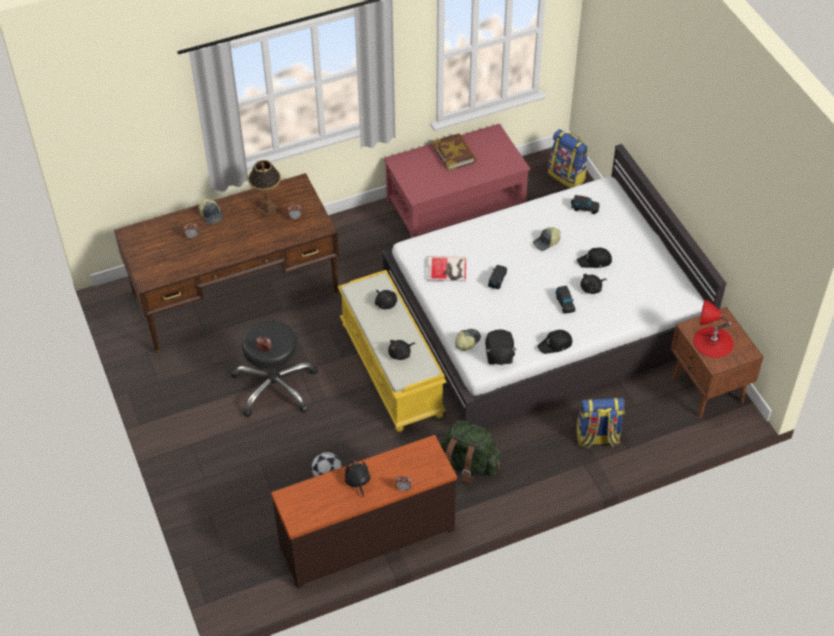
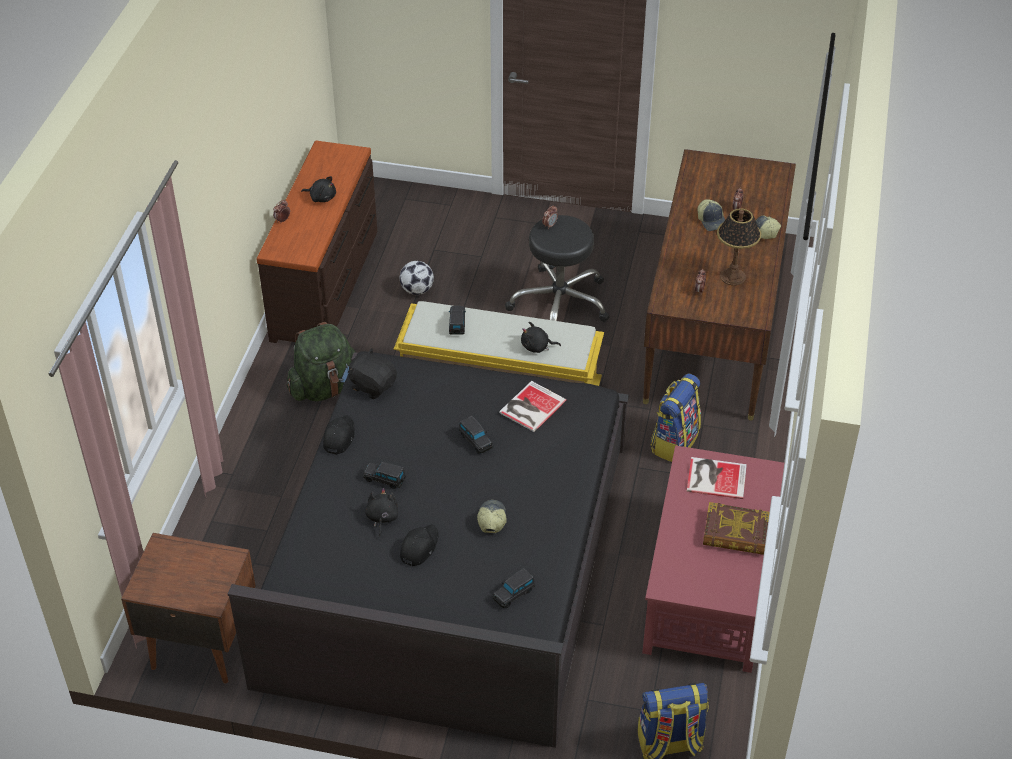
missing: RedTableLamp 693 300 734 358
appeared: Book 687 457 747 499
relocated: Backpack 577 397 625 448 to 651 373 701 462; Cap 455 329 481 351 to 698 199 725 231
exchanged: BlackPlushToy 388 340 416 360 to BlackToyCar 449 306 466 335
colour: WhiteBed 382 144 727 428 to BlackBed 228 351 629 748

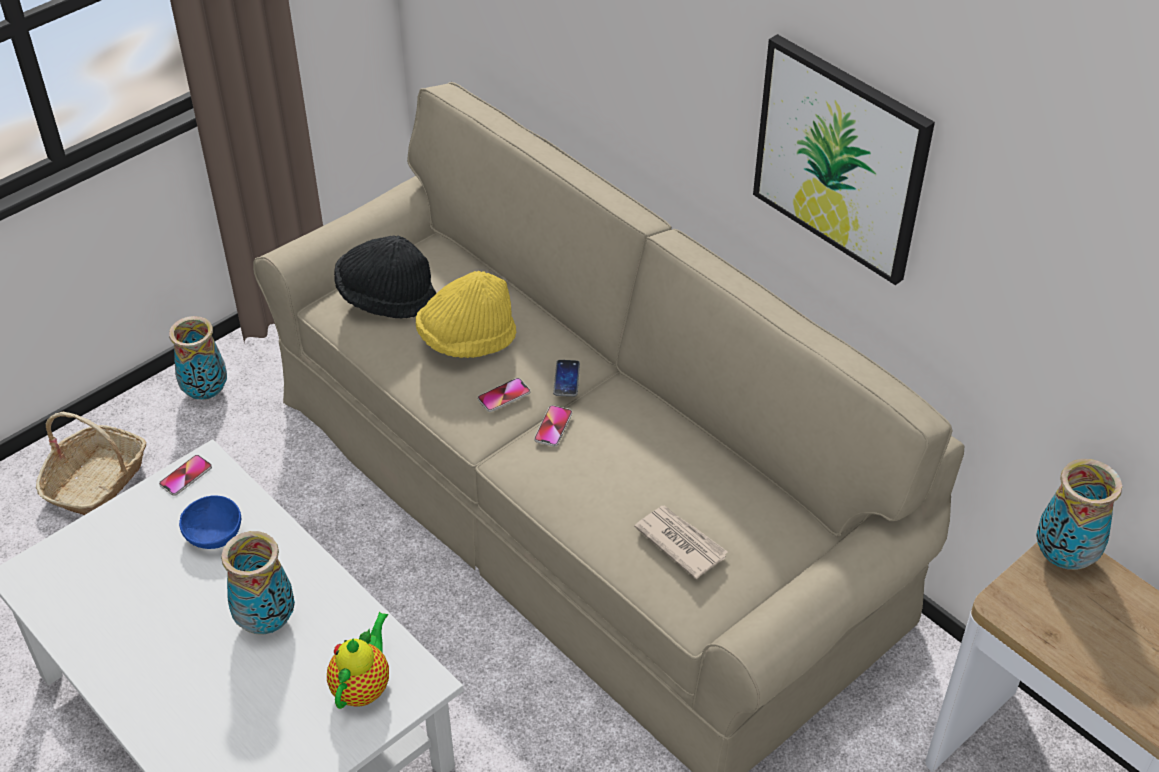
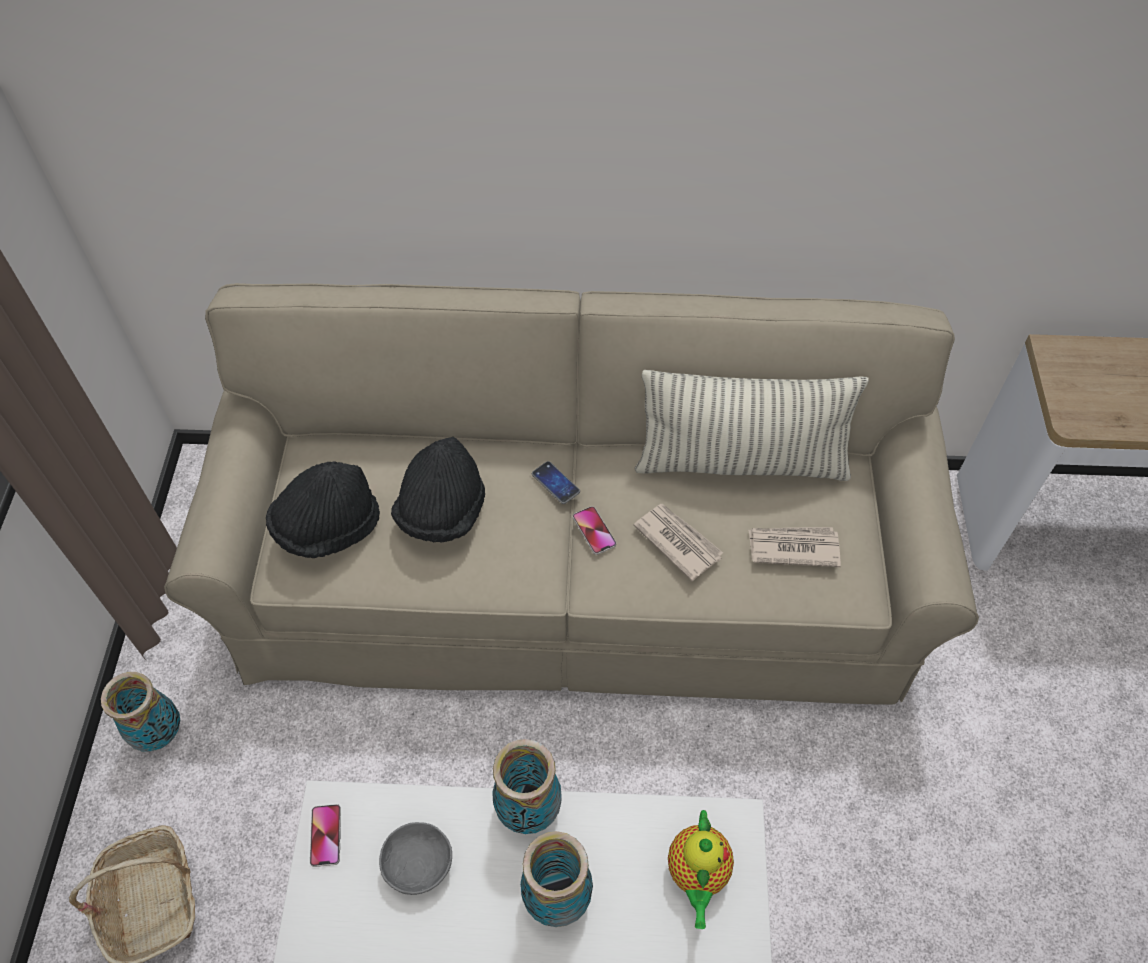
missing: Phone 478 378 530 412; Picture 753 34 935 285
appeared: Newspaper 633 504 723 581; Pillow 634 370 869 481
relocated: Vase 1036 459 1122 570 to 492 739 562 834
colour: BlueBowl 179 495 241 549 to GreyBowl 379 822 452 895; YellowHat 416 271 516 358 to BlackHat 391 437 485 543
spun: Teapot 327 612 389 709 = 668 810 734 929 150 degrees counterclockwise

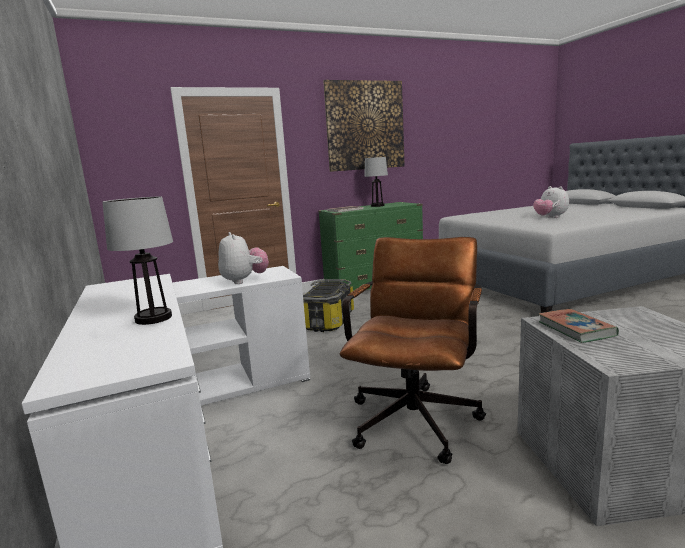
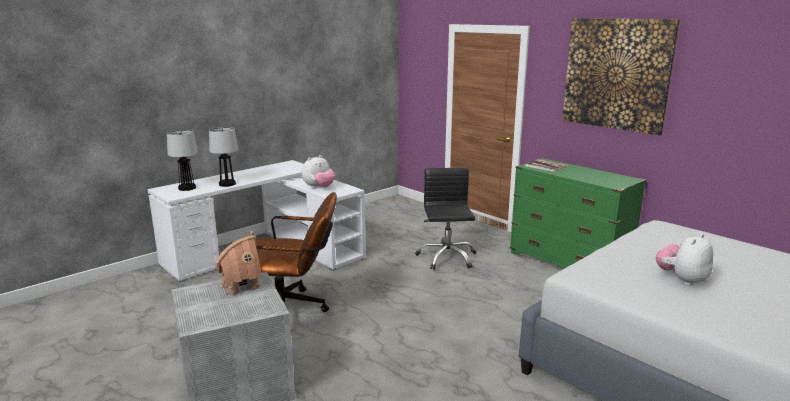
relocated: TableLamp 364 157 388 207 to 167 130 198 191
exchanged: Book 539 309 619 343 to ToyHouse 216 231 262 296; StorageBox 303 279 354 332 to BlackOfficeChair 415 168 476 270

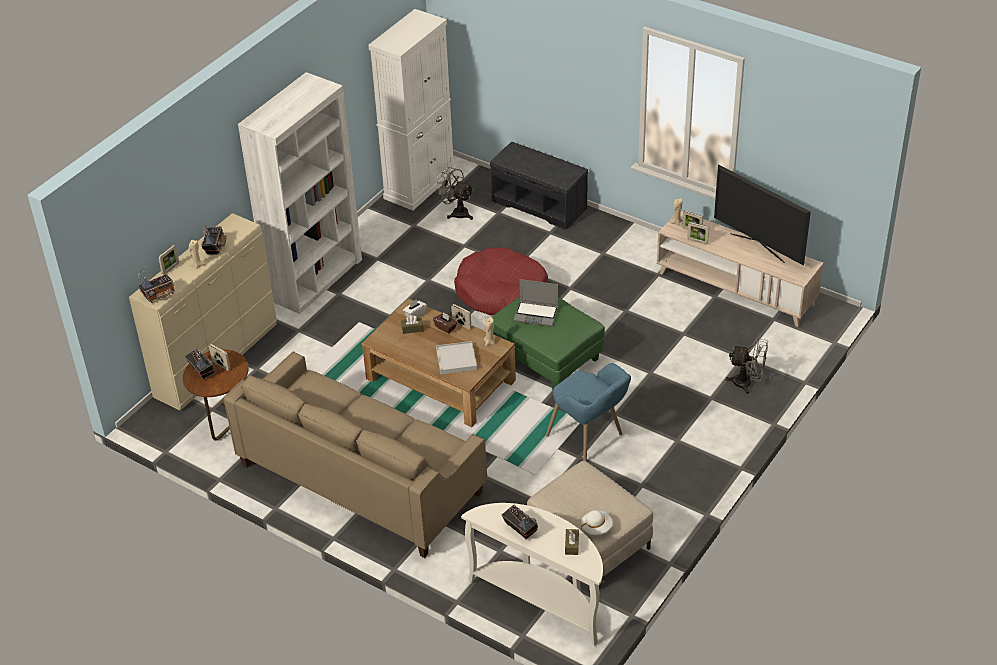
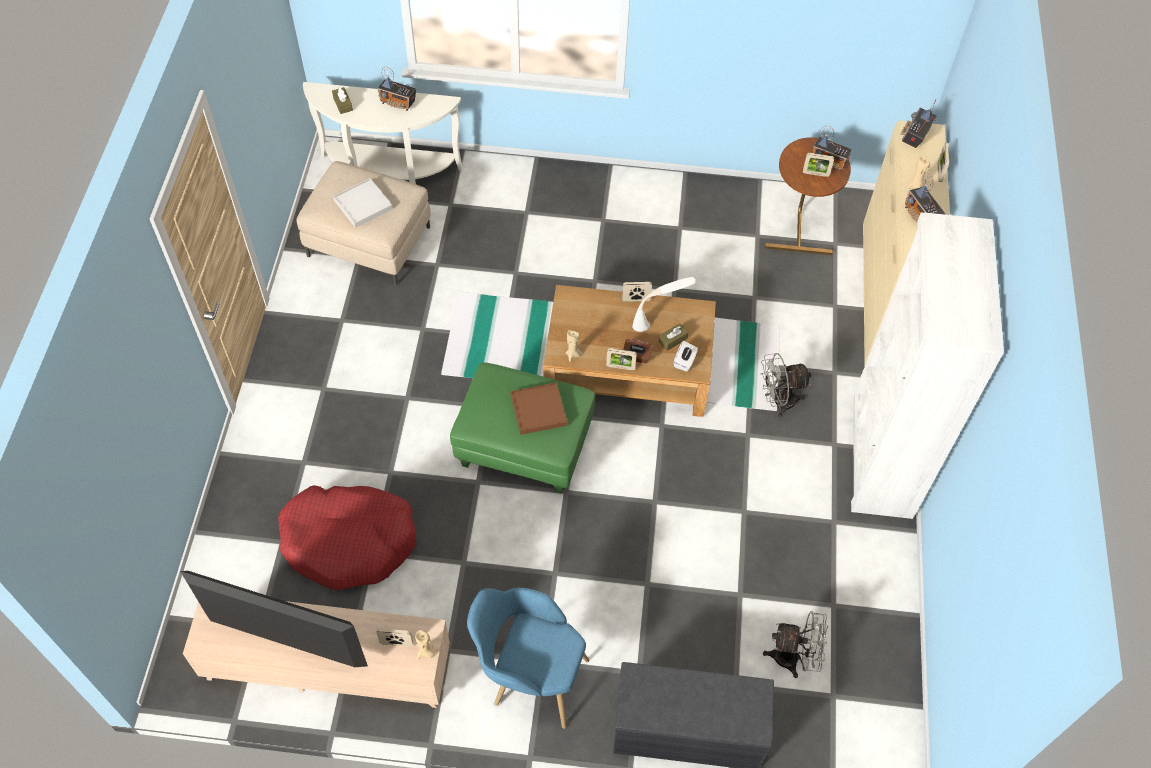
missing: BeigeSofa 224 352 487 558; WhiteCabinet 368 9 455 210; WhiteHat 581 510 612 535
appeared: WhiteTableLamp 632 277 696 332
relocated: RedDogBed 454 248 548 316 to 278 485 416 590; WhiteTray 436 341 477 374 to 333 178 393 228; BlueArmchair 546 363 631 462 to 467 588 589 729; PictureFrame 687 222 709 244 to 622 282 652 302; GreyFan 726 338 768 394 to 761 353 811 418
exchanged: Laptop 514 279 558 327 to BrownTray 510 383 567 435

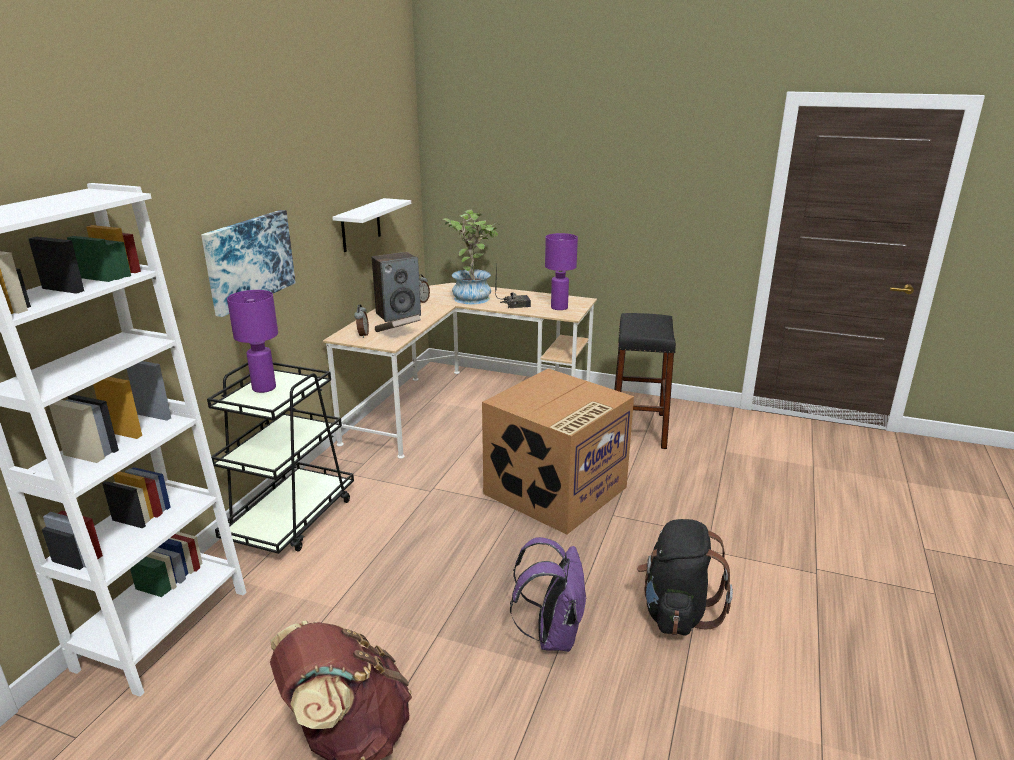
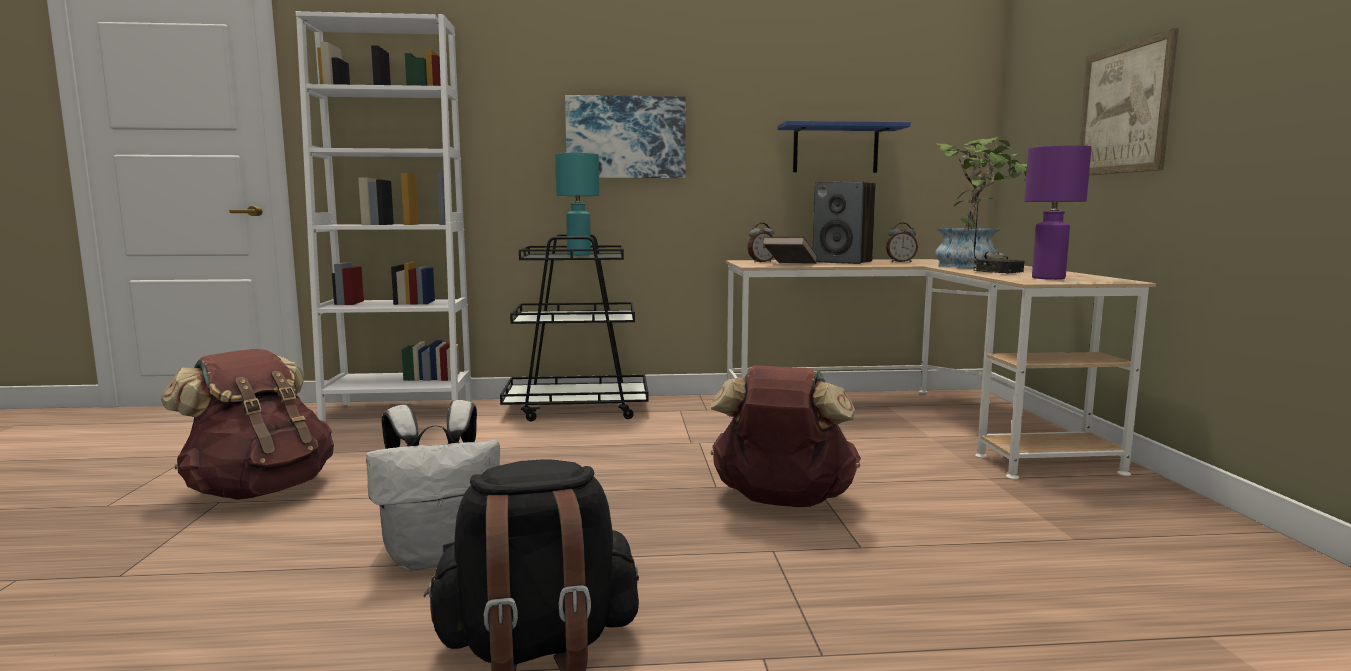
missing: BlackStool 614 313 676 449
appeared: Picture 1079 28 1179 175
exchanged: CardboardBox 482 368 634 535 to BrownBackpack 711 365 861 507
colour: PurpleBackpack 510 537 587 652 to WhiteBackpack 366 400 500 571; PurpleTableLamp 227 290 278 393 to TurquoiseTableLamp 555 153 599 256; WhiteShelf 332 198 411 252 to BlueShelf 777 121 911 173

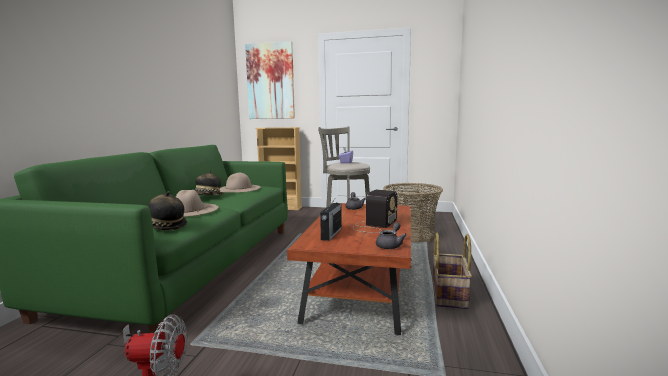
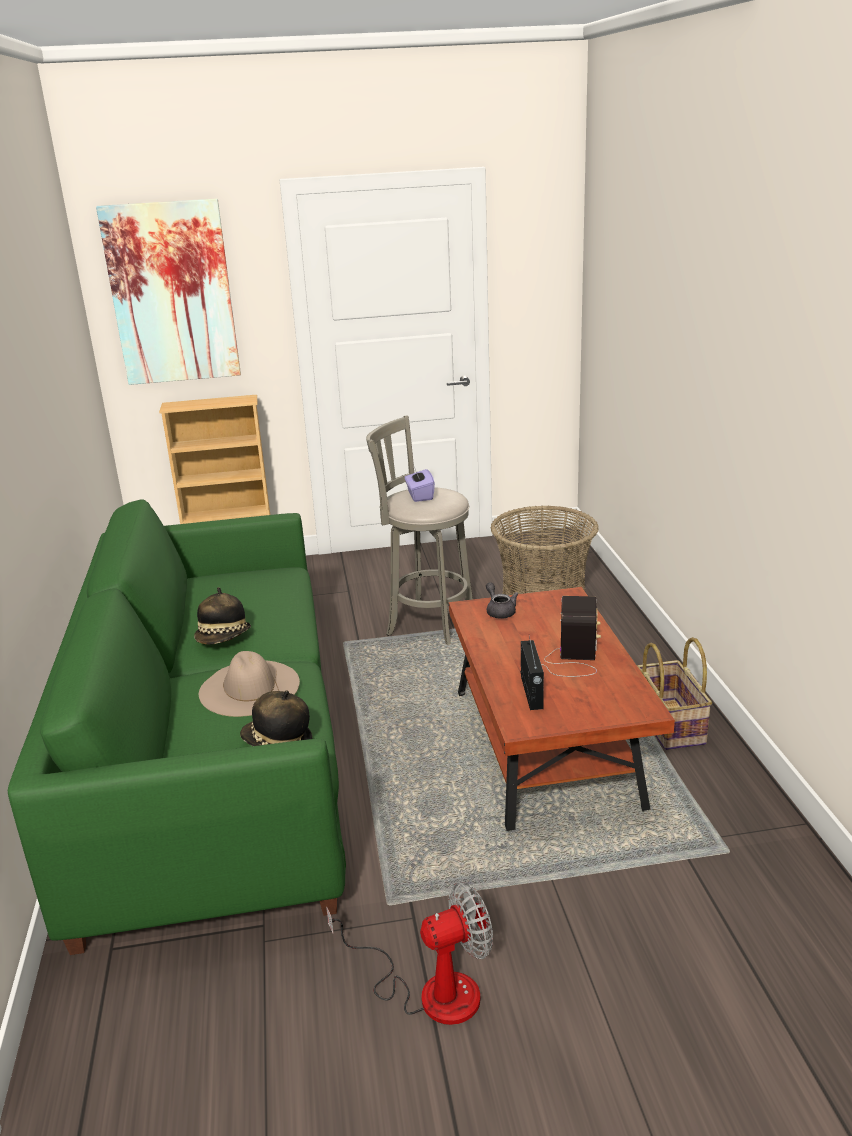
missing: BeigeHat 220 173 261 193; GreyTeapot 376 222 407 249

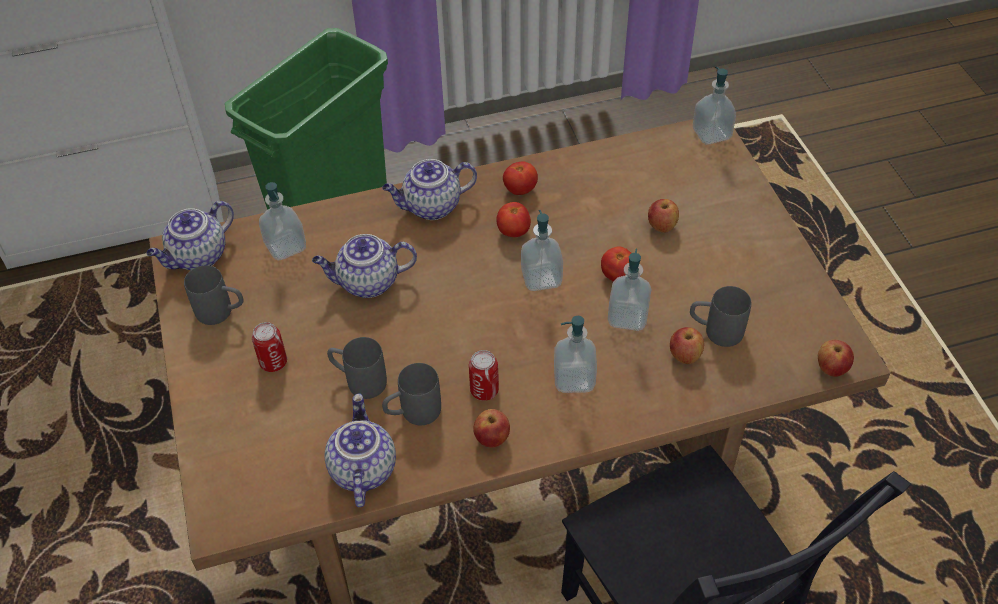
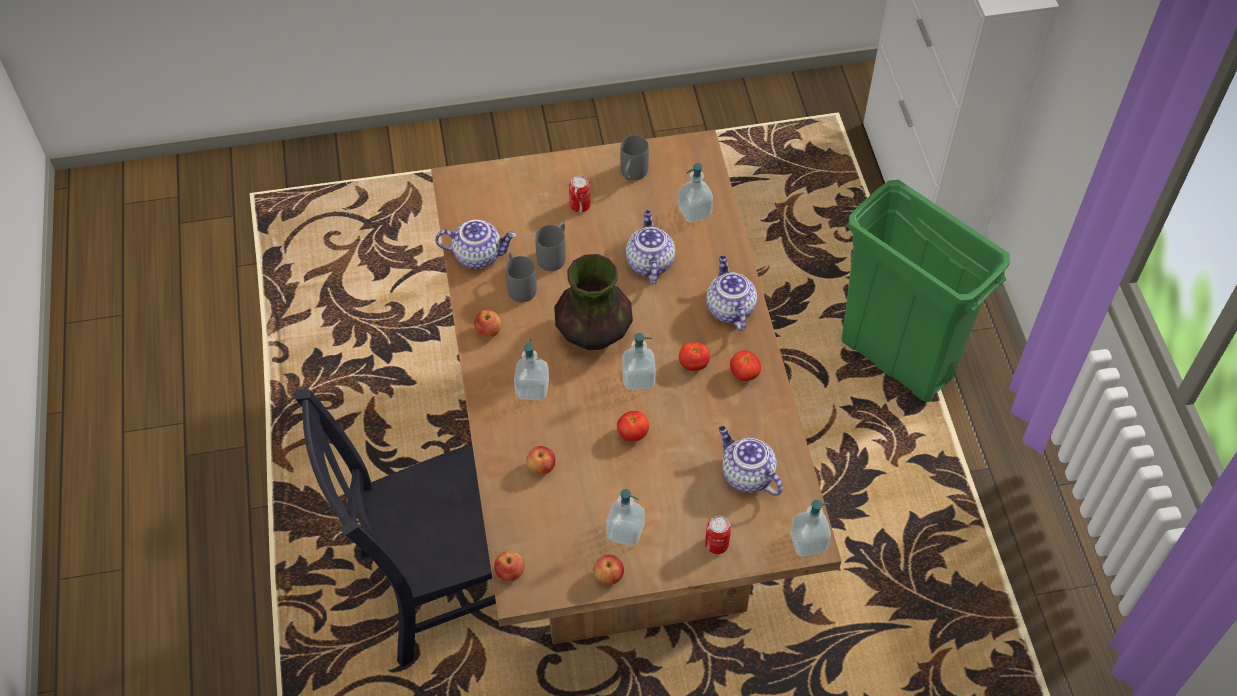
missing: GreyMug 690 286 751 347
appeared: Vase 554 254 633 350
relocated: Apple 648 199 679 233 to 594 554 624 585; SoapDispenser 608 249 651 331 to 606 489 645 547; Can 469 350 499 401 to 705 516 731 554; Teapot 147 201 234 270 to 718 426 783 496

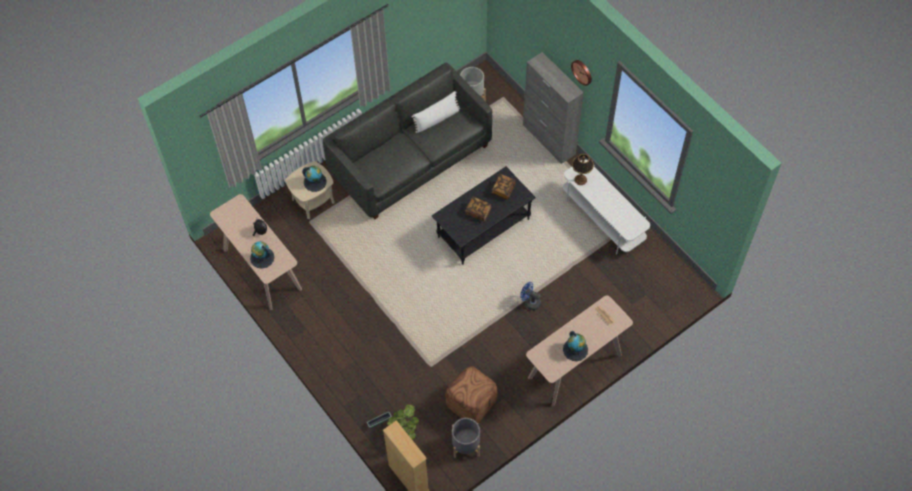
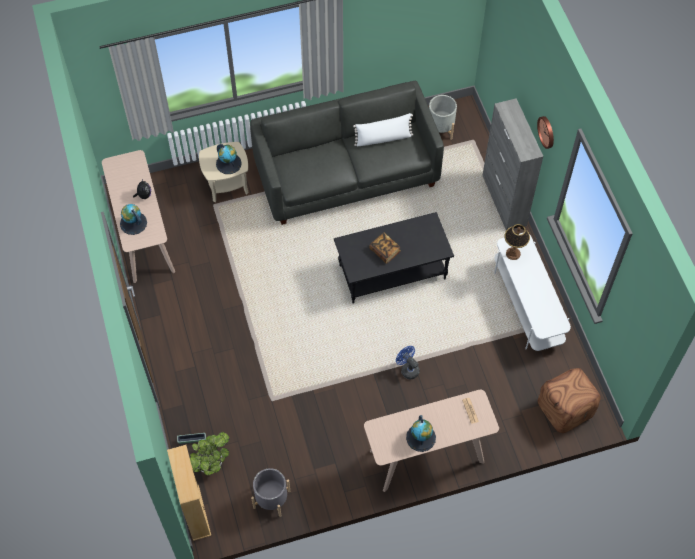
missing: Book 492 174 516 200
relocated: BrownOttoman 445 366 498 423 to 538 368 601 433

